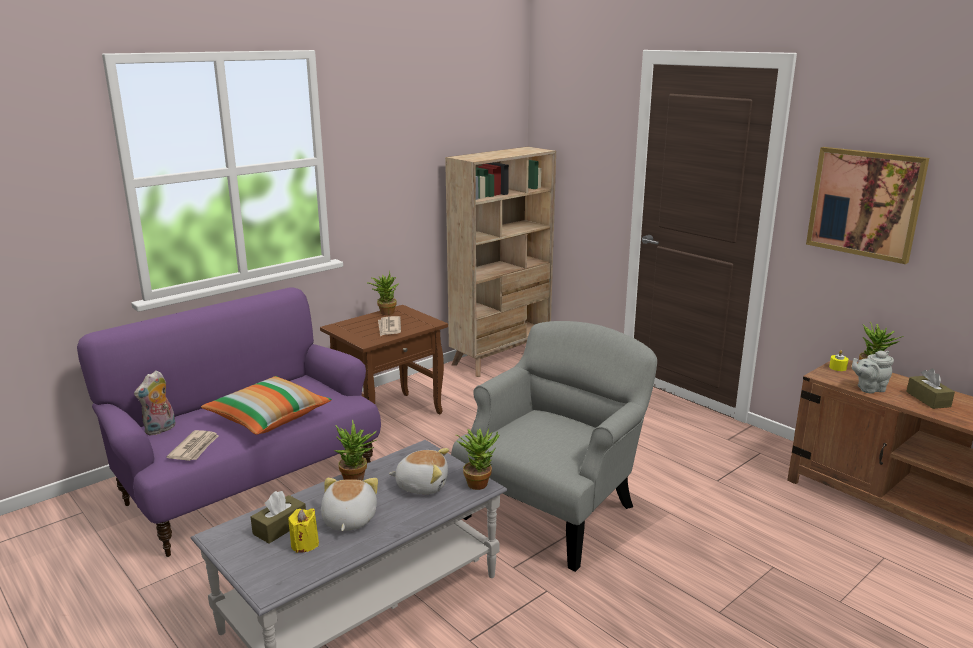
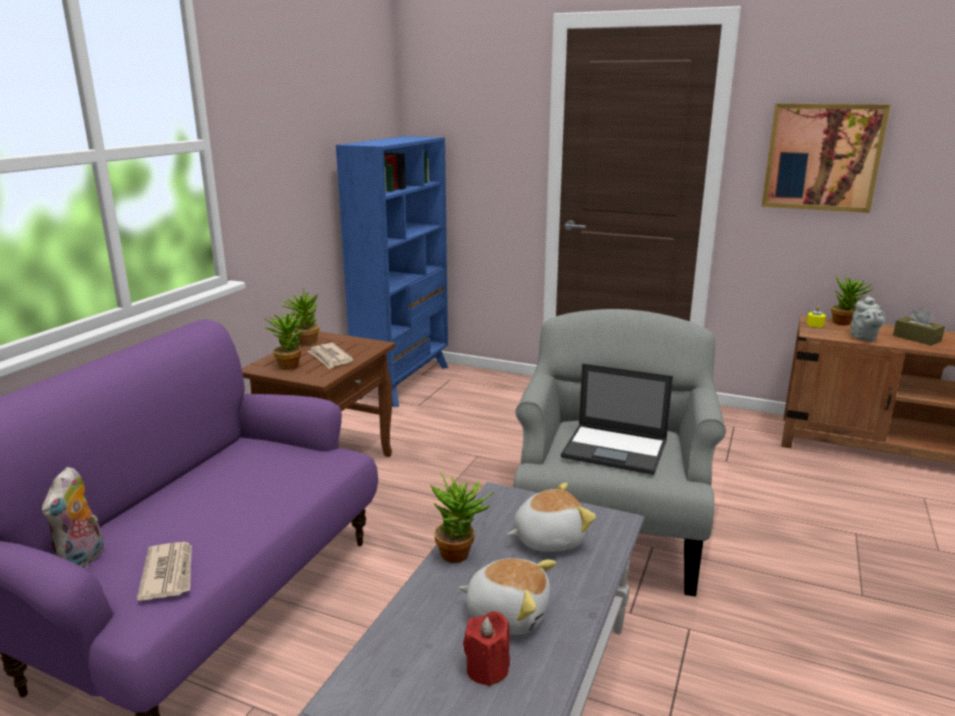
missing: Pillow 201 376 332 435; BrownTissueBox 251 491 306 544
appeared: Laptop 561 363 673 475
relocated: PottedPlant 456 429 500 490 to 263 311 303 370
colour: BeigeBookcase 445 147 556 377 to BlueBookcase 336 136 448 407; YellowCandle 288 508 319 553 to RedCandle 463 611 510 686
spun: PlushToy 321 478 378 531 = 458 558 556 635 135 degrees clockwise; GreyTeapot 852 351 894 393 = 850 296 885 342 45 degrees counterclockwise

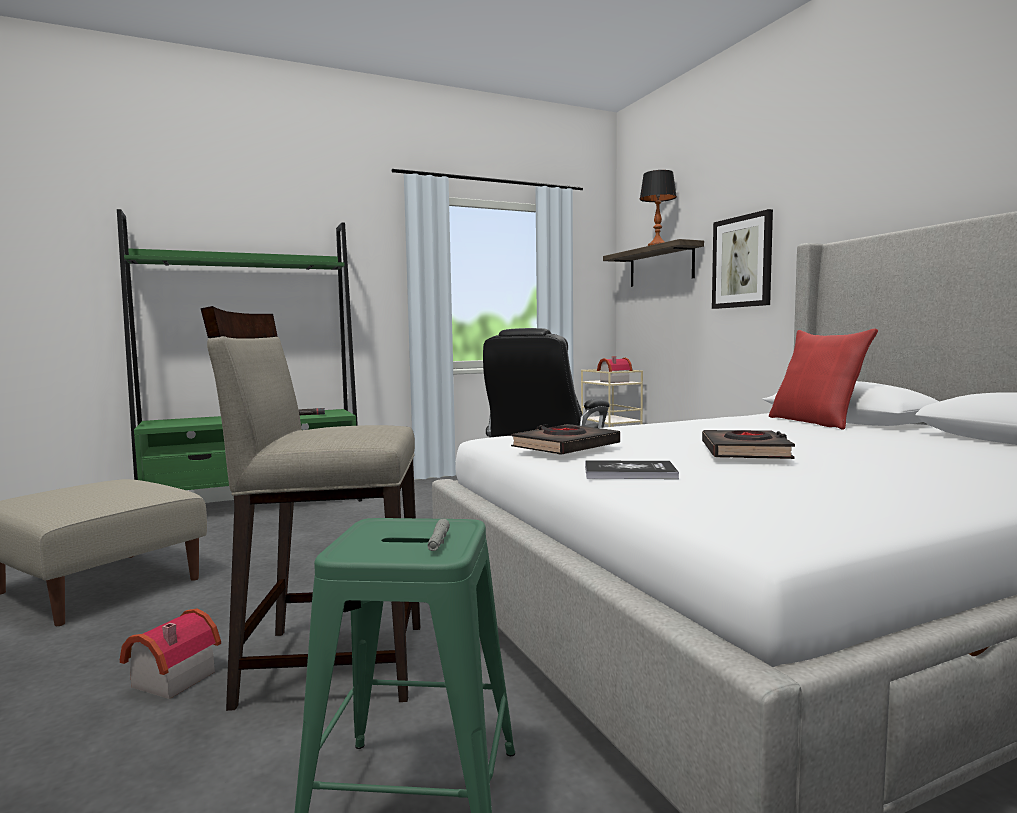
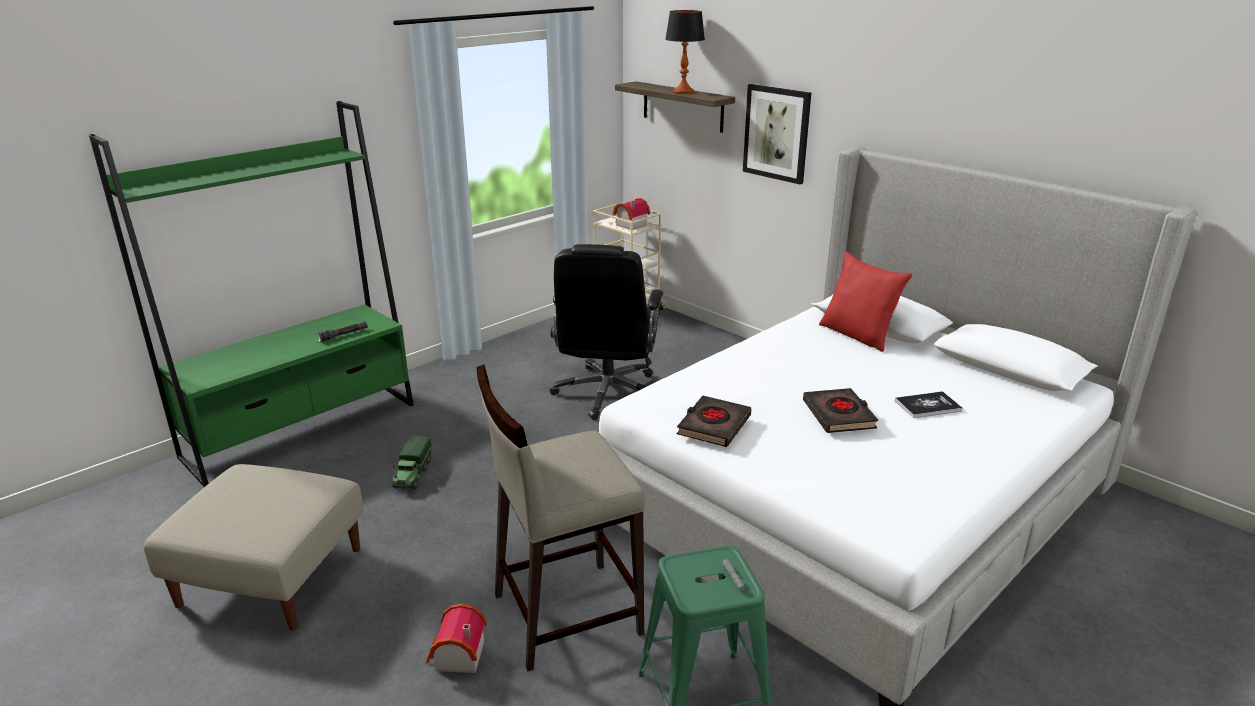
appeared: ToyTruck 392 436 432 490
relocated: Book 585 461 679 479 to 895 391 962 418

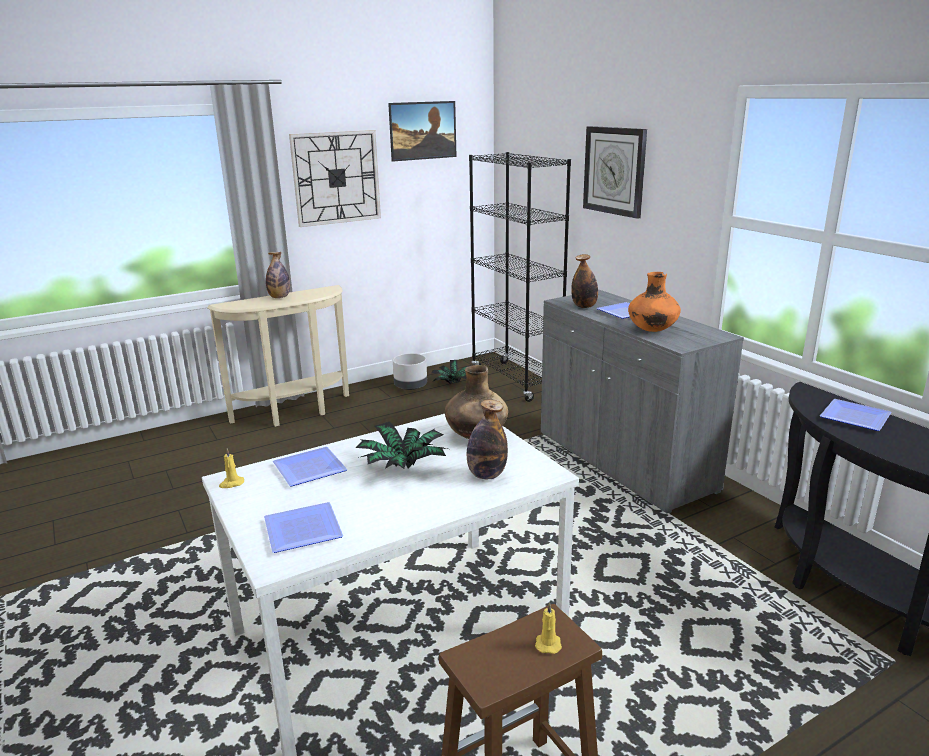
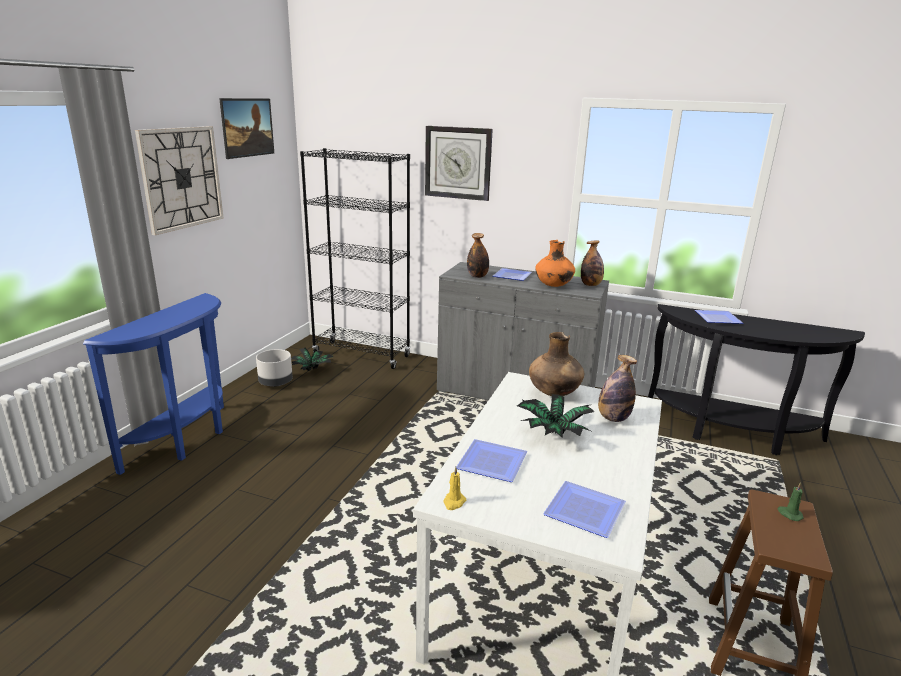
relocated: Bottle 266 252 290 298 to 581 240 604 286
colour: BeigeConsoleTable 207 285 349 427 to BlueConsoleTable 83 293 224 475; YellowCandle 535 603 562 654 to GreenCandle 778 483 804 521

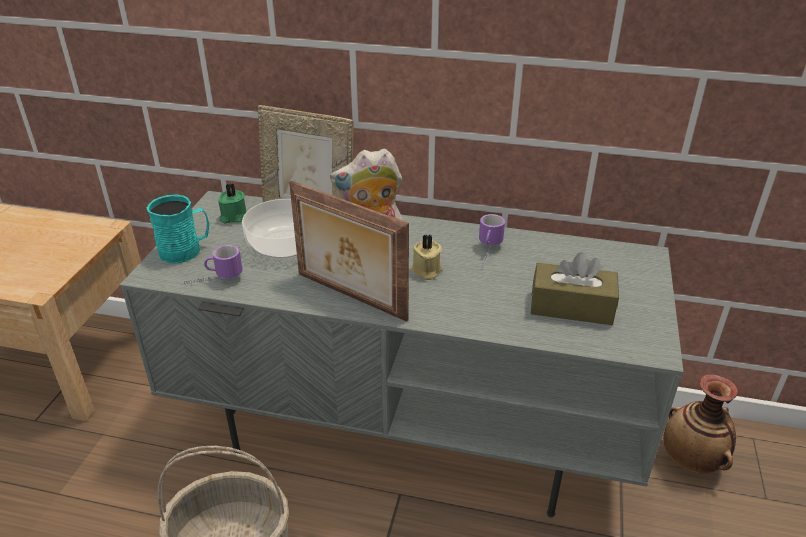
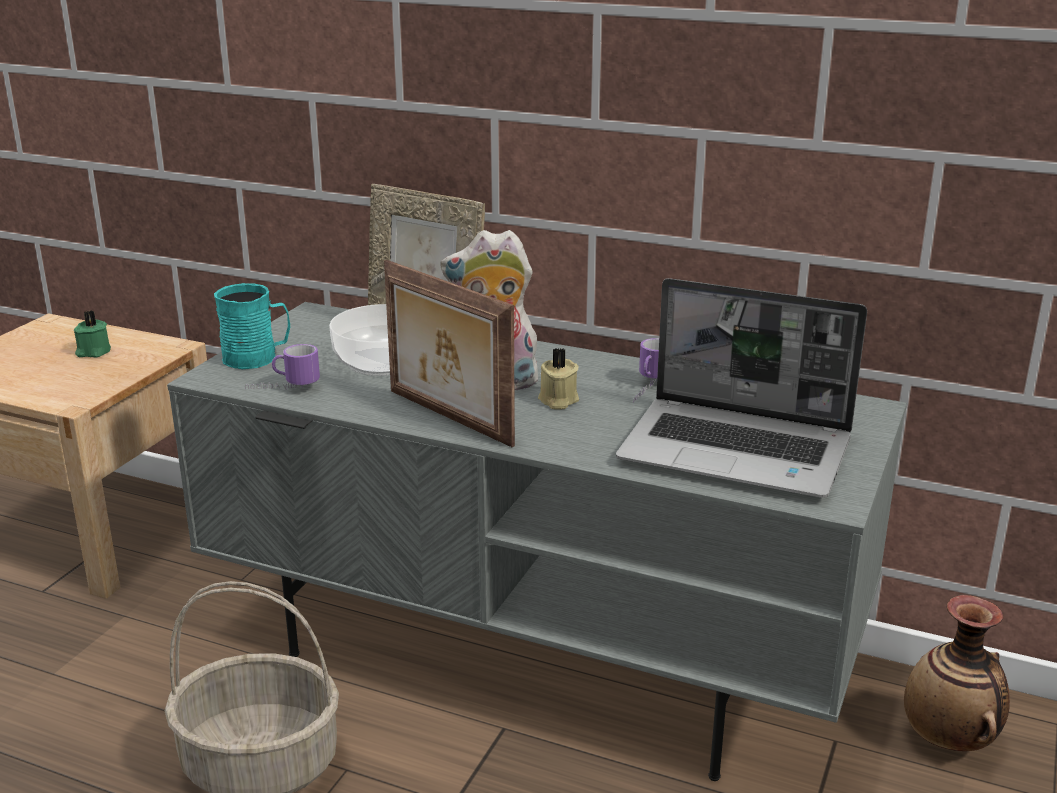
relocated: GreenCandle 218 184 246 224 to 74 310 111 357
exchanged: BrownTissueBox 530 252 619 325 to Laptop 616 278 867 498

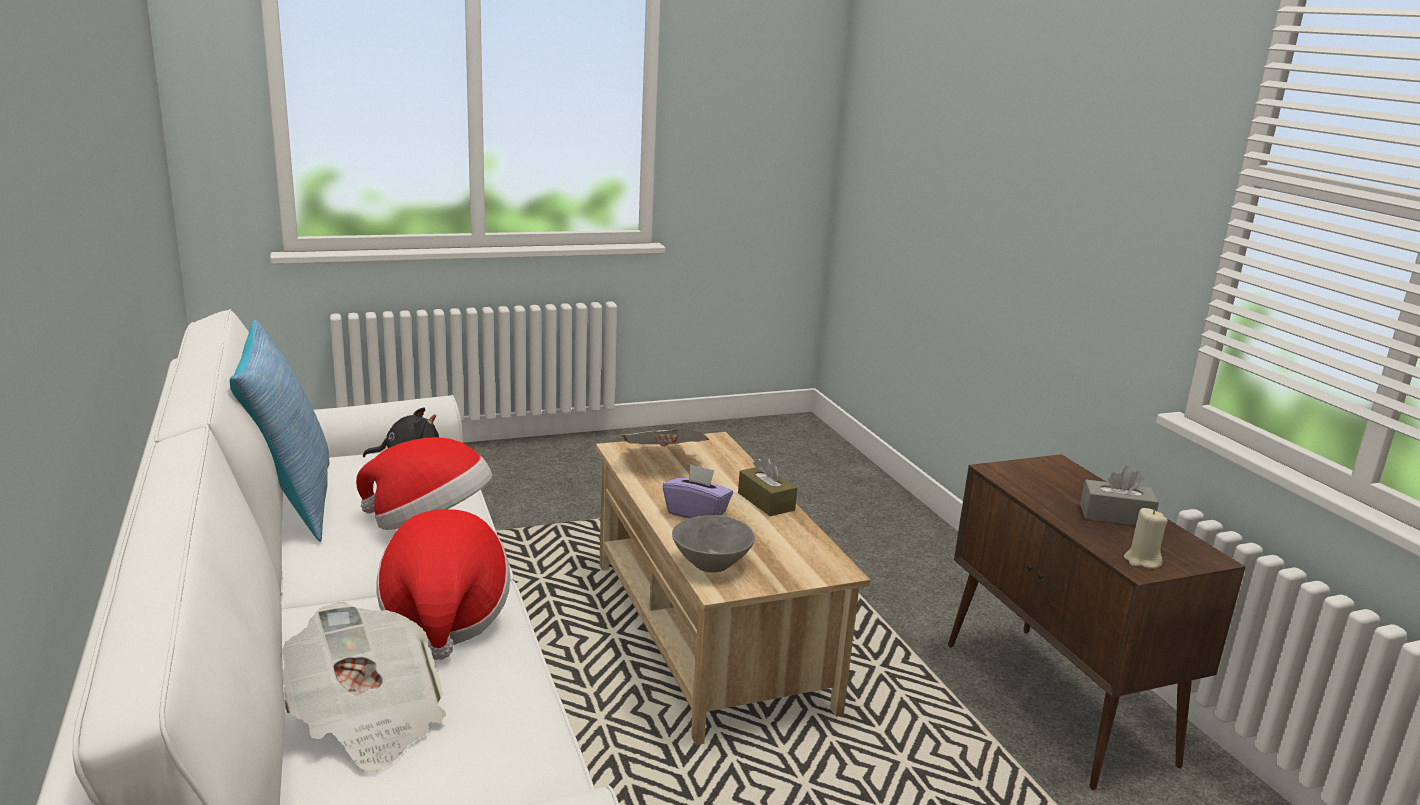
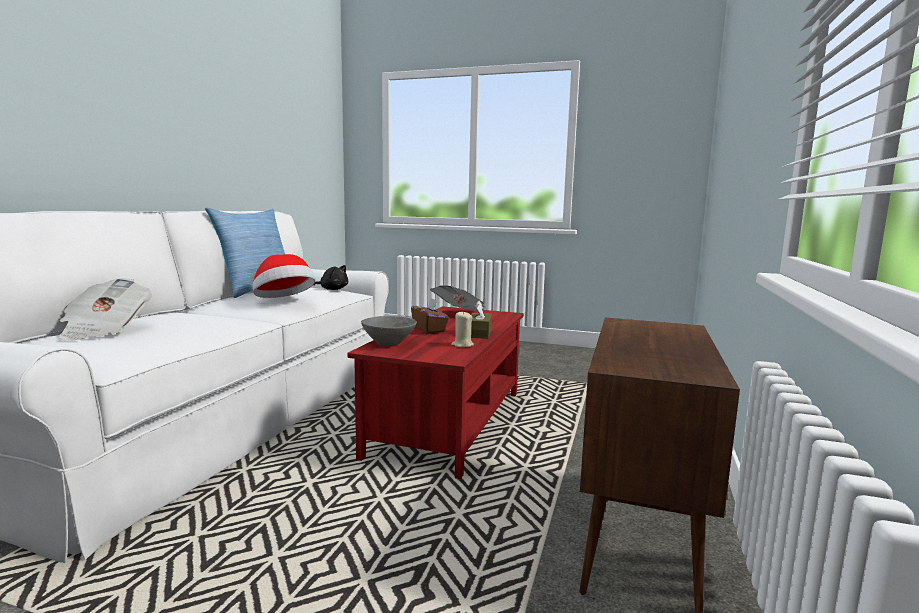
missing: Hat 377 509 510 660; GreyTissueBox 1080 466 1159 526
relocated: BeigeCandle 1124 508 1168 568 to 451 311 474 347
colour: BeigeCoffeeTable 596 432 870 745 to RedCoffeeTable 347 306 524 479; PurpleTissueBox 663 464 733 519 to BrownTissueBox 411 298 449 334

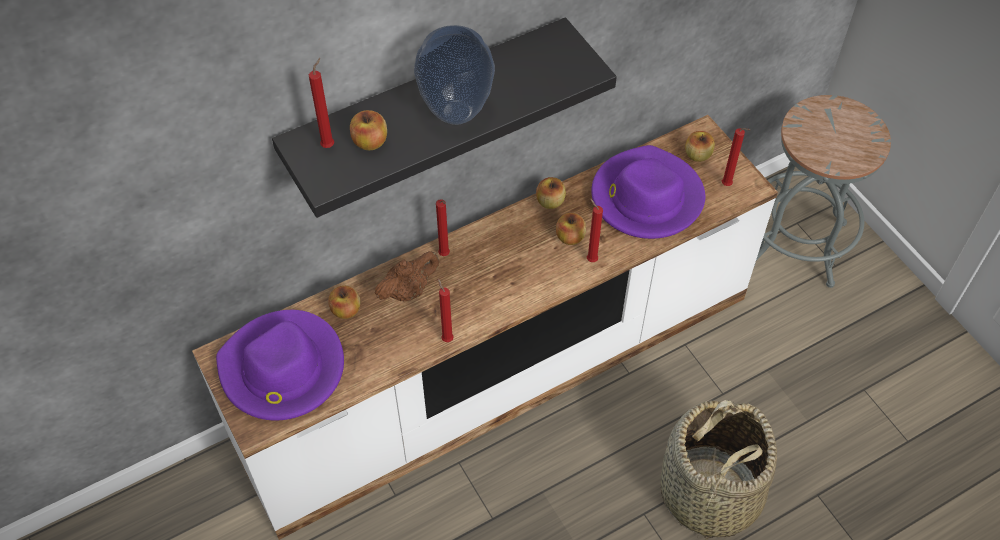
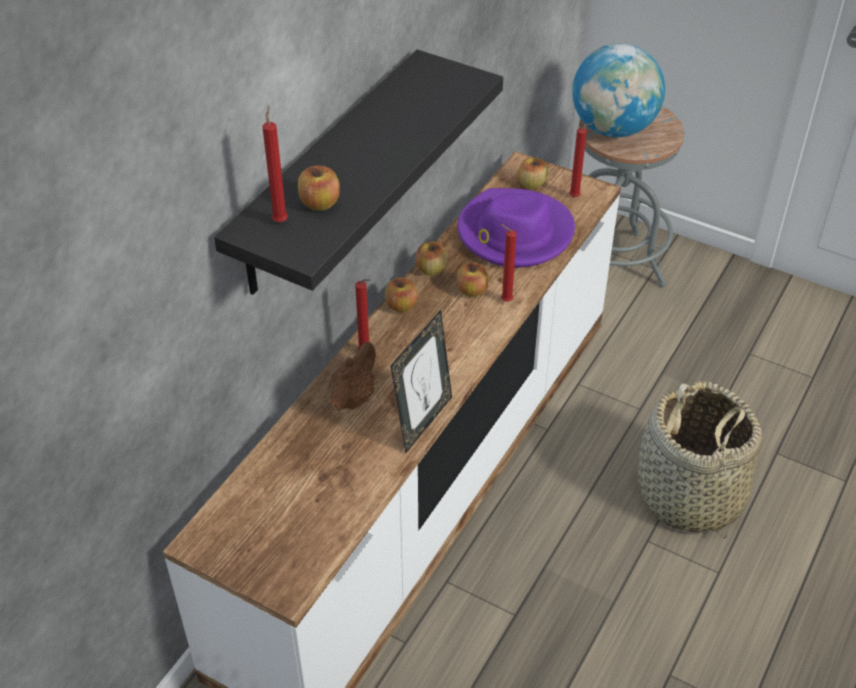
missing: PurpleHat 216 310 344 420; Vase 414 25 495 125
appeared: Globe 572 43 665 137
relocated: Apple 328 285 360 319 to 385 278 417 312
exchanged: RedCandle 438 278 454 342 to PictureFrame 391 310 452 453

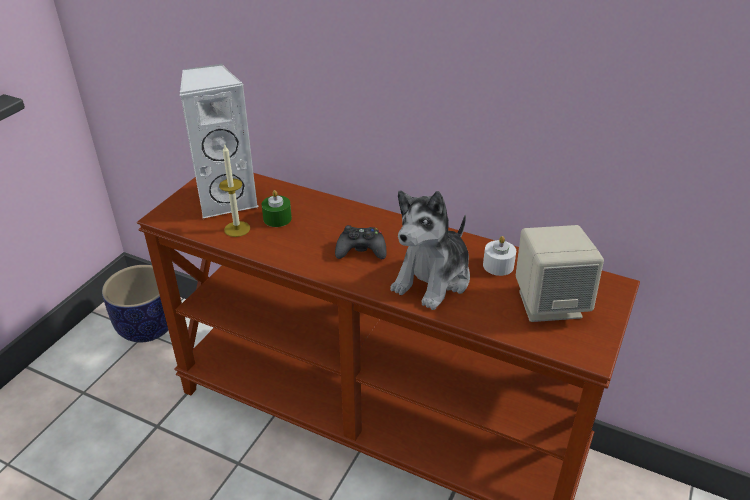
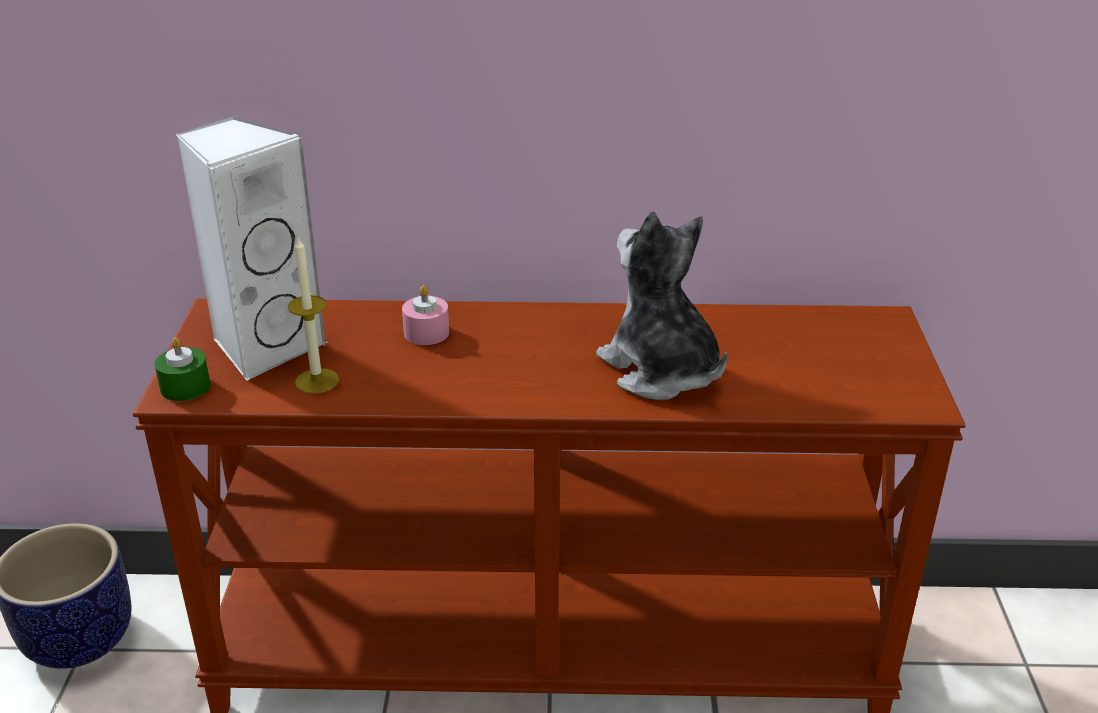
missing: BlackGameController 335 225 387 259; WhiteCandle 483 236 516 276; BeigeSpeaker 516 225 604 322
appeared: PinkCandle 402 285 449 345
relocated: GreenCandle 262 190 292 227 to 154 337 210 401
spun: PlushToy 390 190 470 310 = 596 212 728 400 135 degrees clockwise

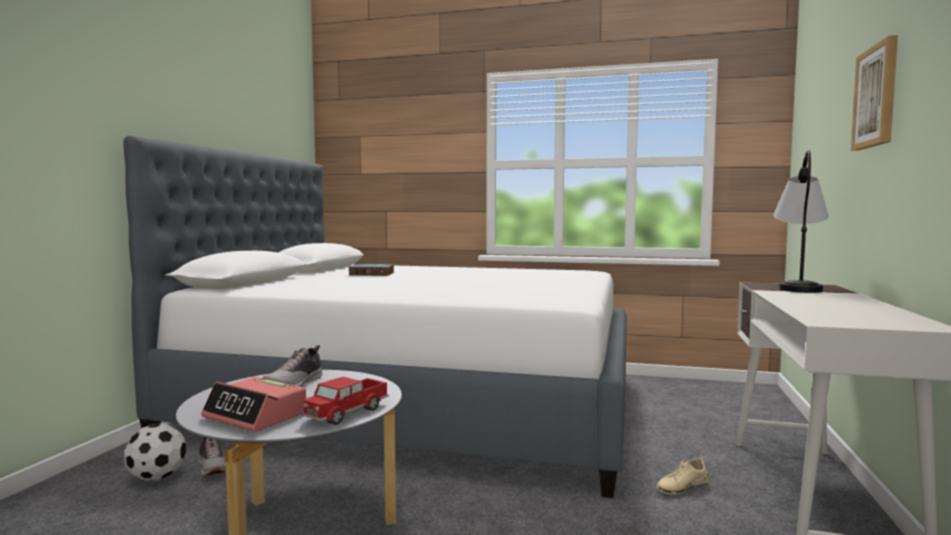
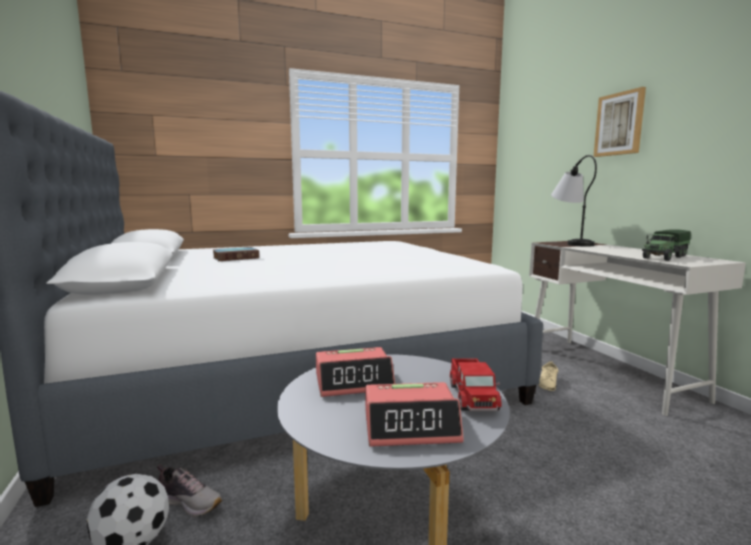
appeared: ToyTruck 642 229 691 261
exchanged: Shoe 262 345 322 387 to AlarmClock 316 347 395 397

